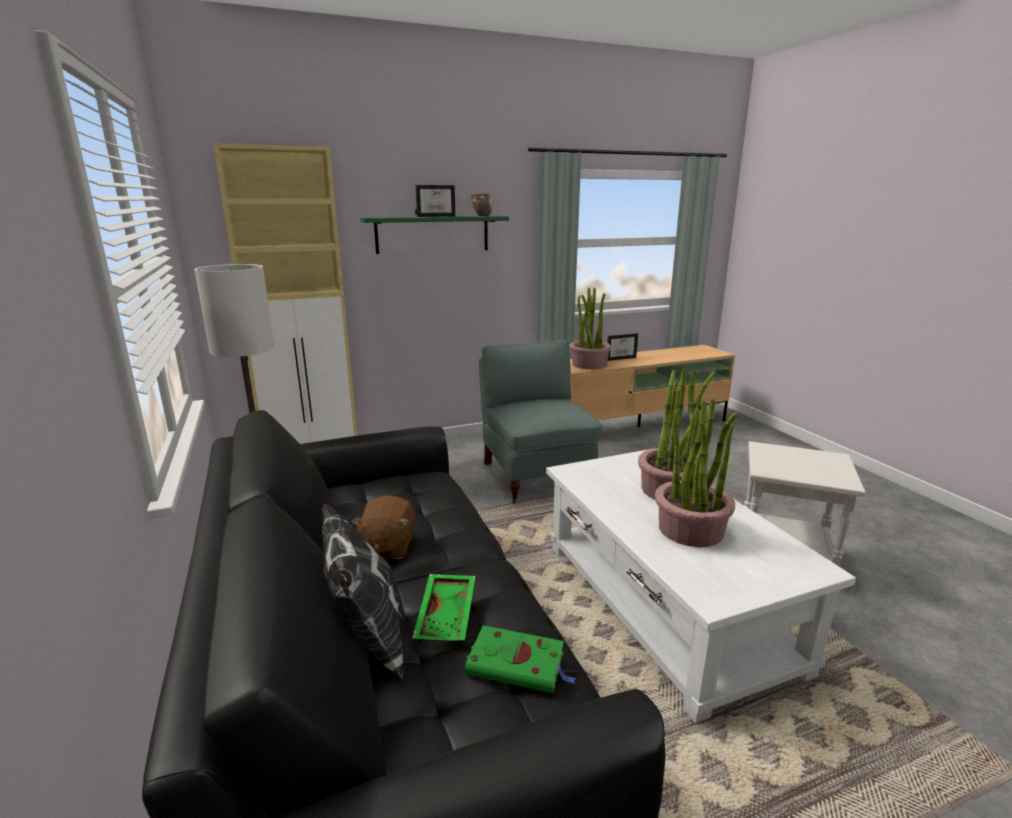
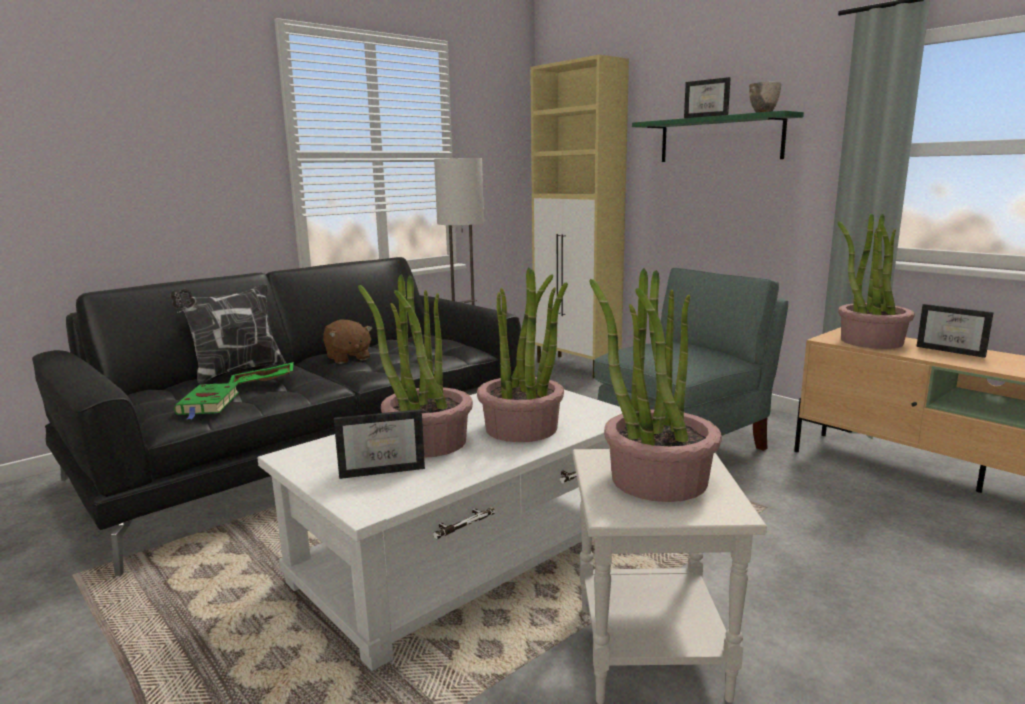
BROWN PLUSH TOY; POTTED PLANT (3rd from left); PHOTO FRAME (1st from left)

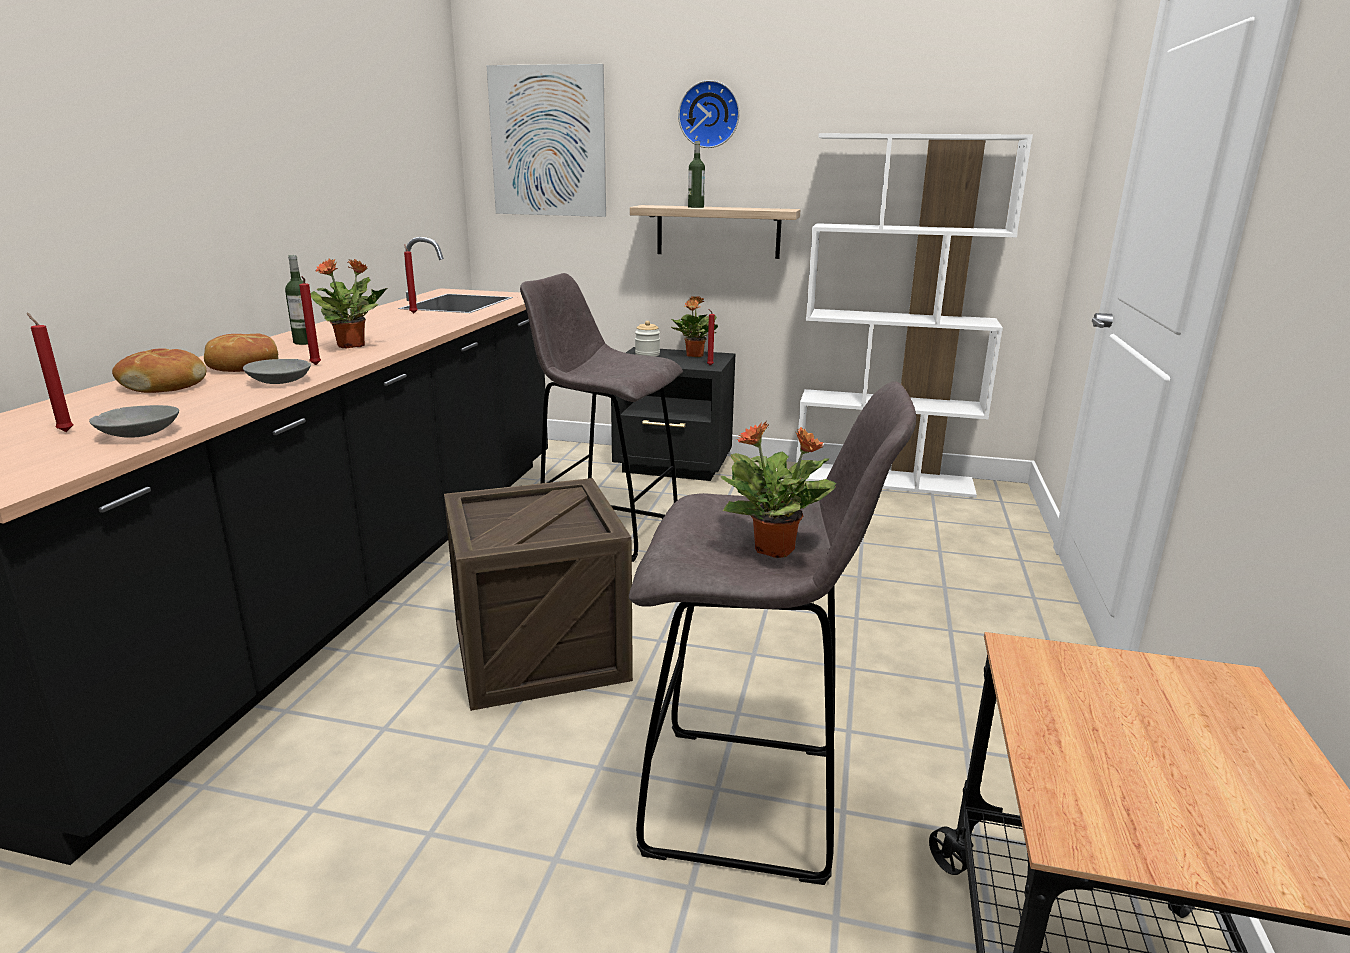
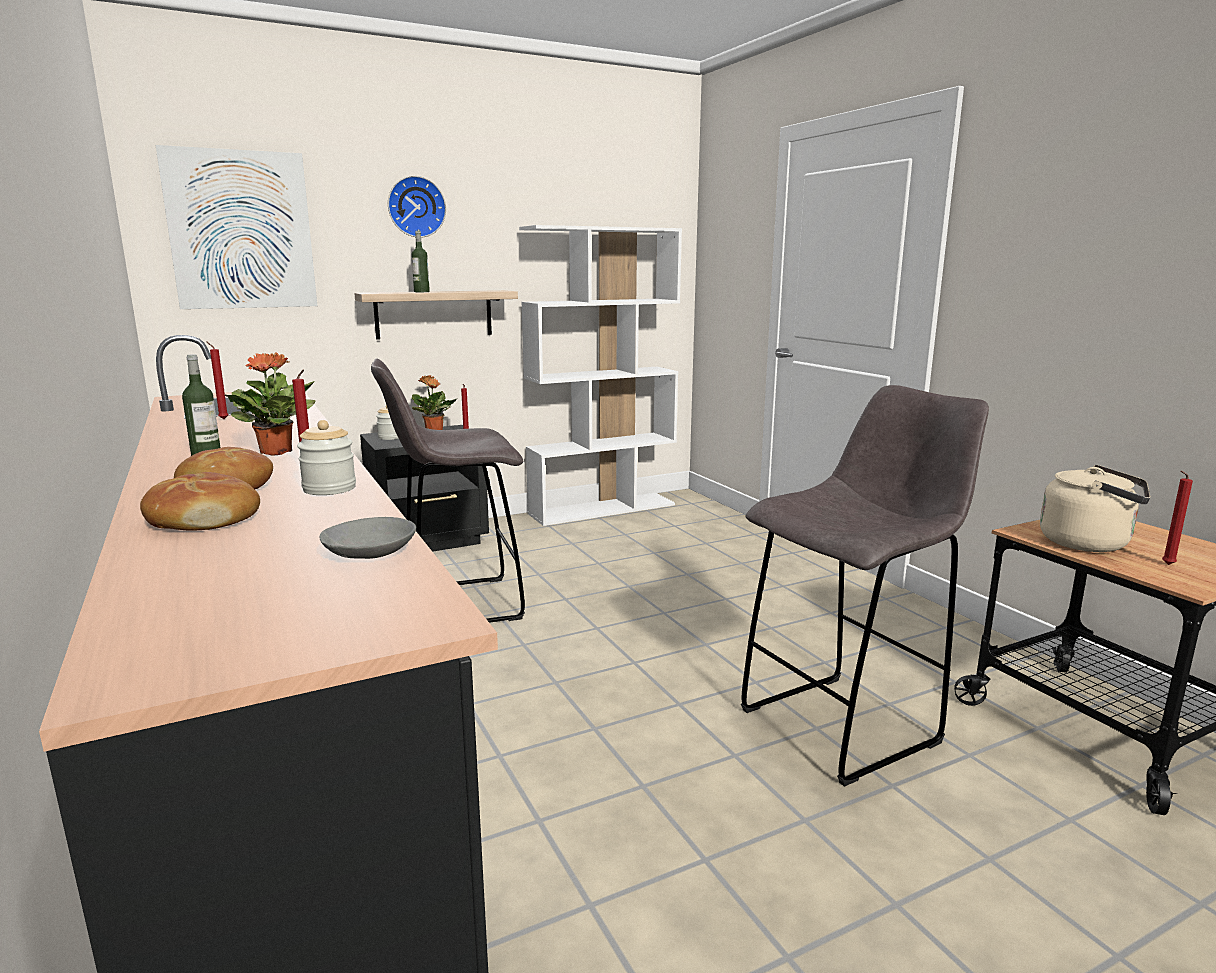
RED-COLOURED WAX CANDLE (4th from left); PRESERVE JAR (1st from left); POTTED PLANT (3rd from left in the first image); CRATE; BEIGE-COLOURED WATER KETTLE

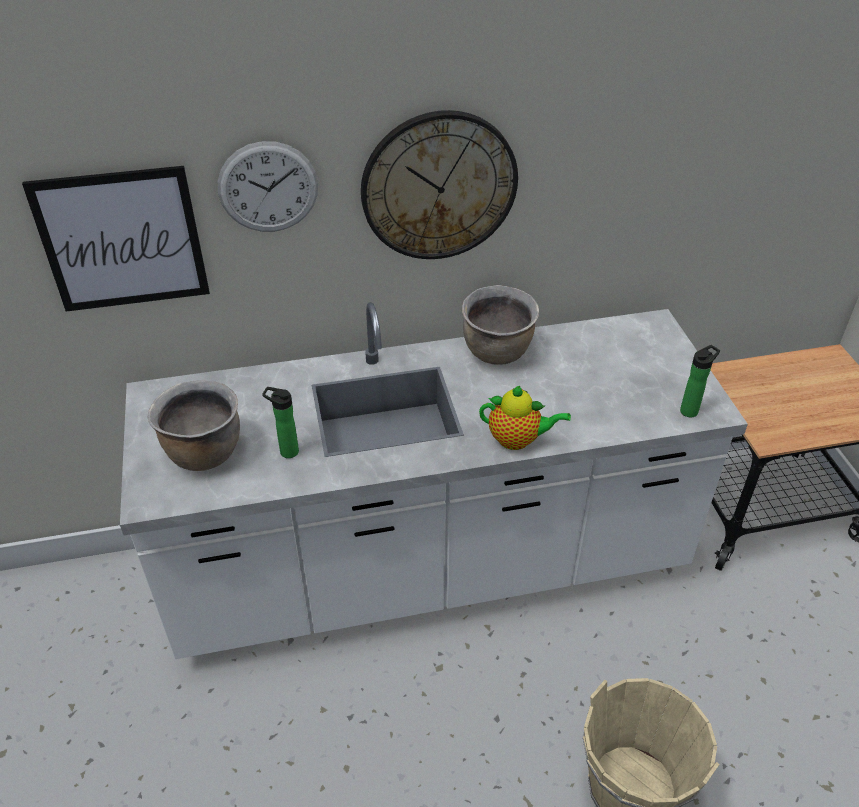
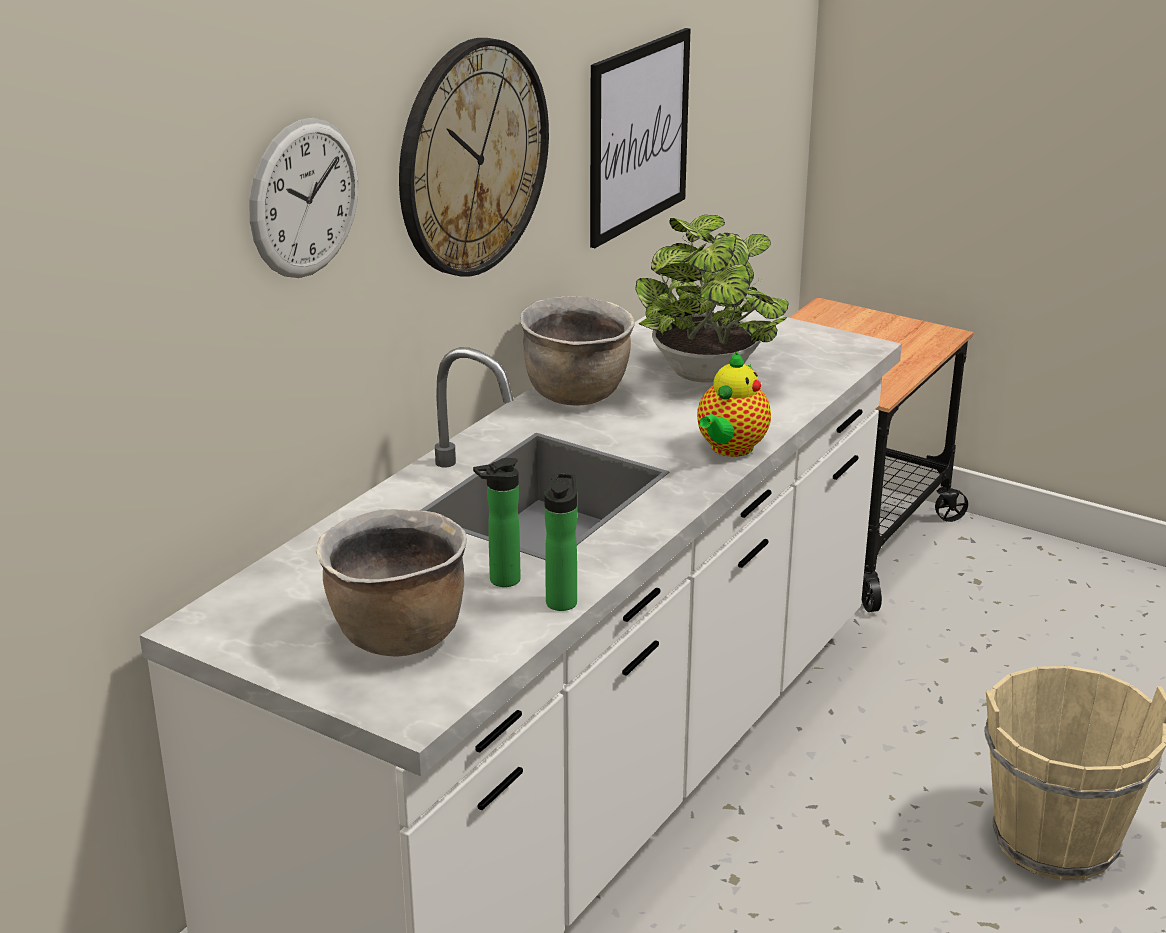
WALL ART; DRINK BOTTLE (2nd from left); TEA POT; POTTED PLANT

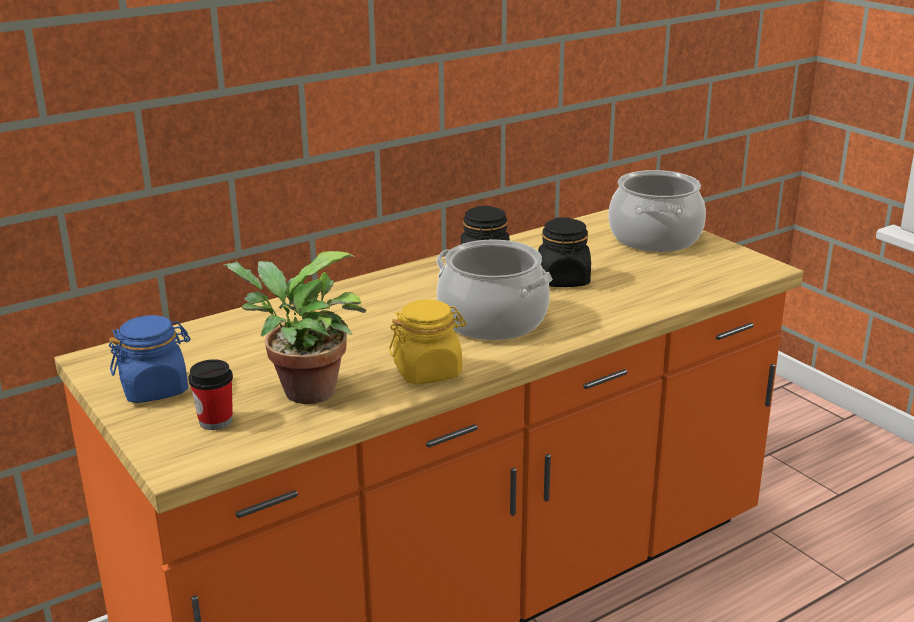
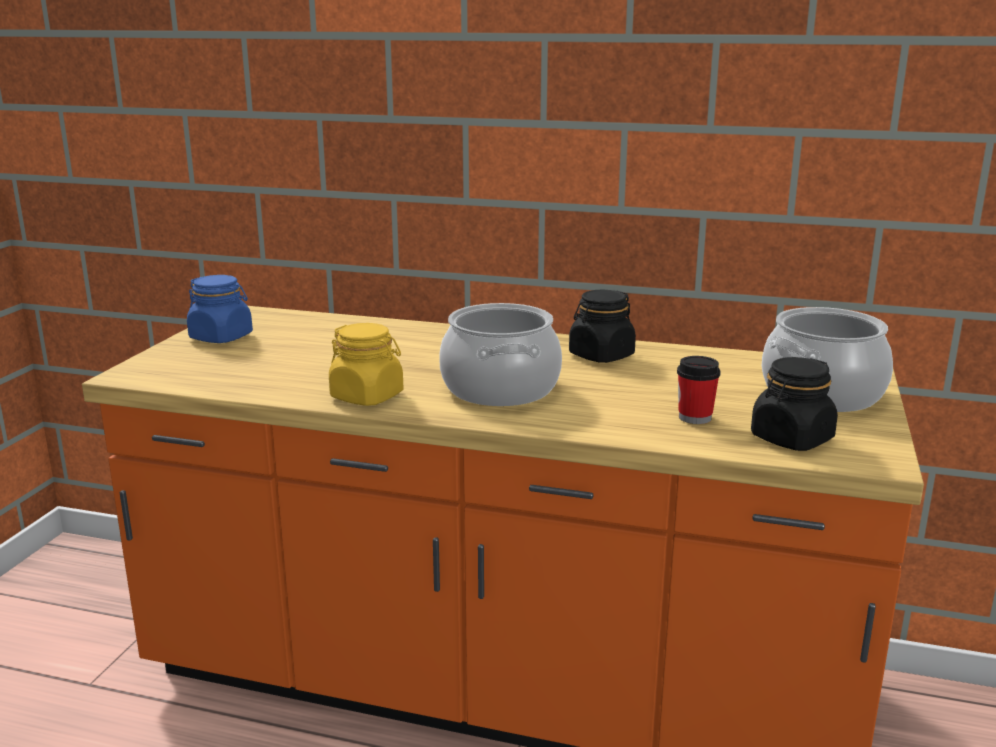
BLACK-COLOURED PRESERVE JAR (2nd from left); POTTED PLANT; SMALL CUP

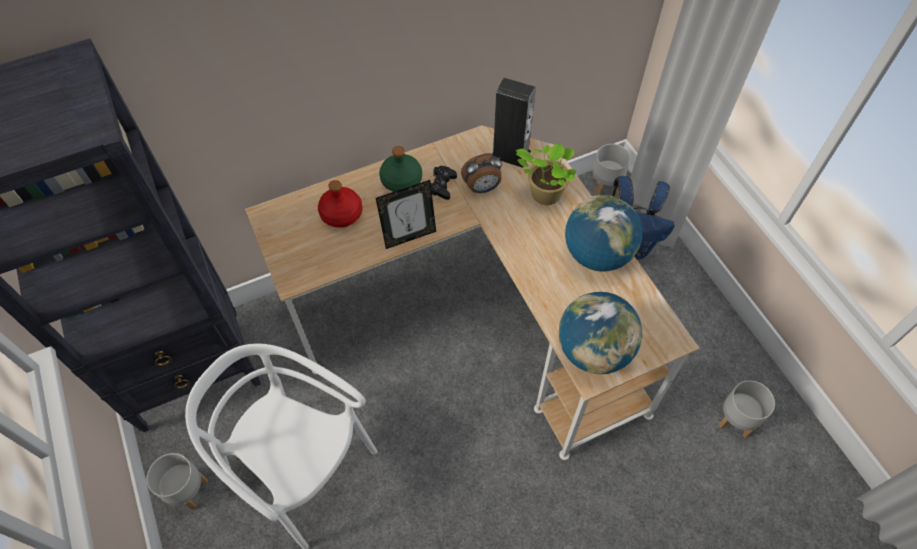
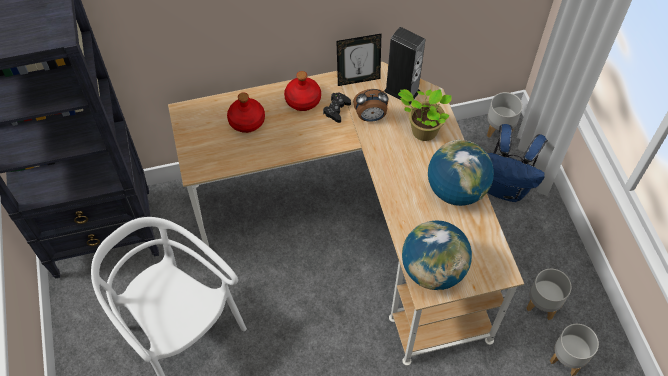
RED-COLOURED DRINK BOTTLE (2nd from left); PHOTO FRAME; GREY PLANTER (2nd from left)

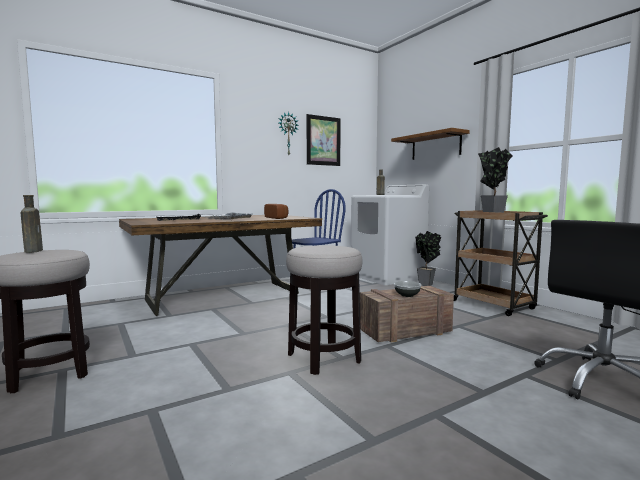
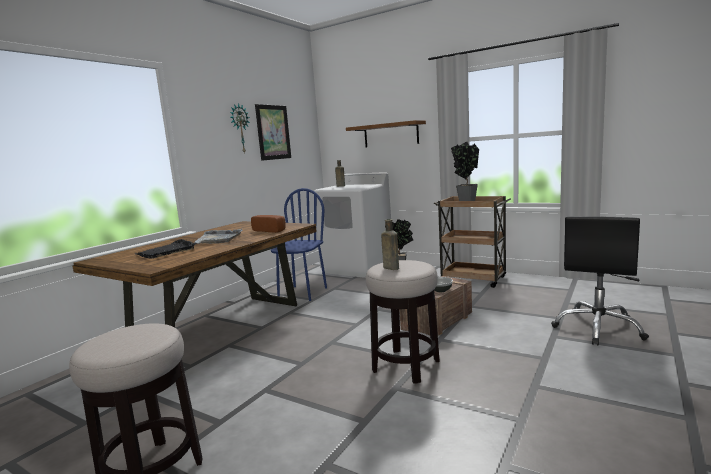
BROWN DRINK BOTTLE (2nd from left)

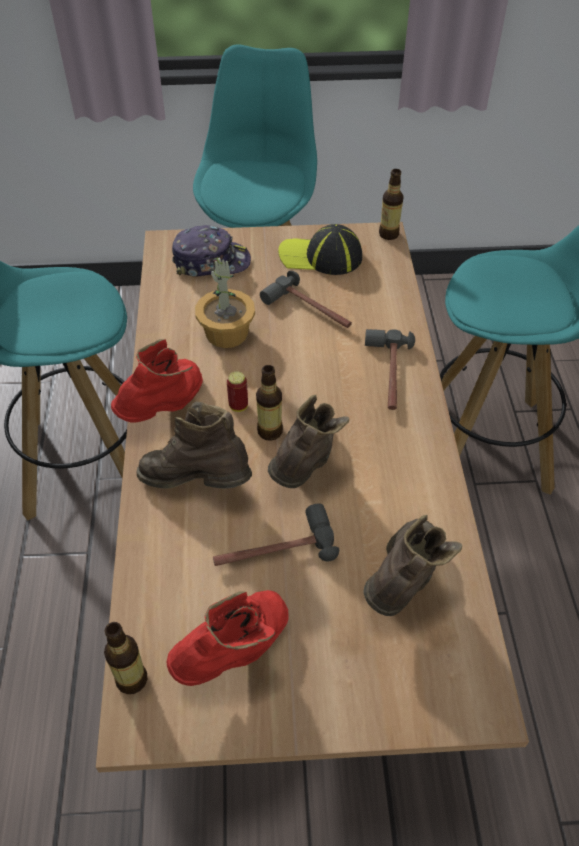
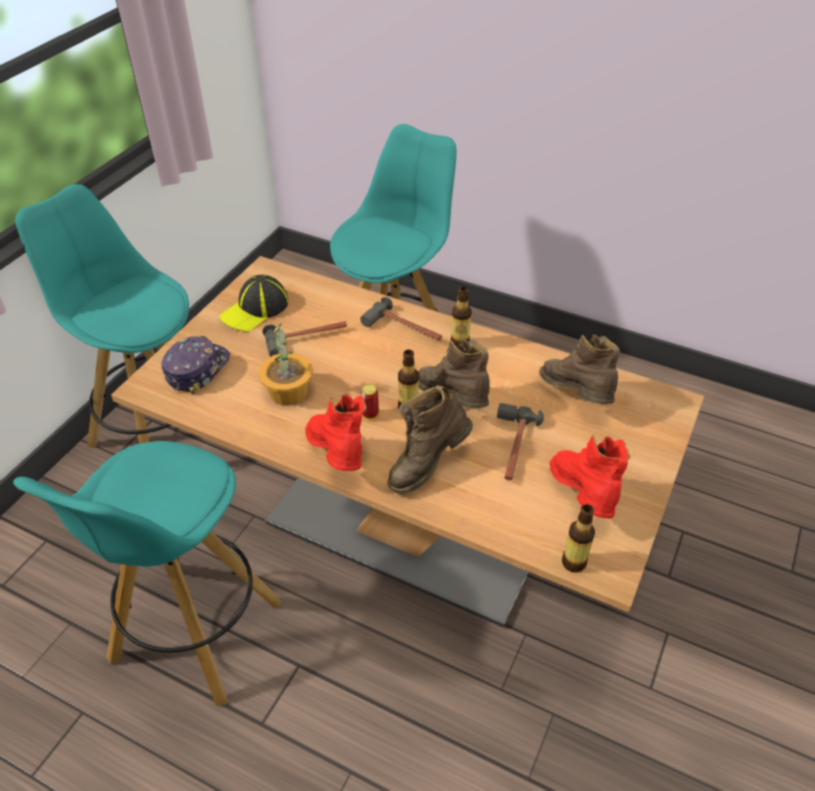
DRINK BOTTLE (2nd from left)

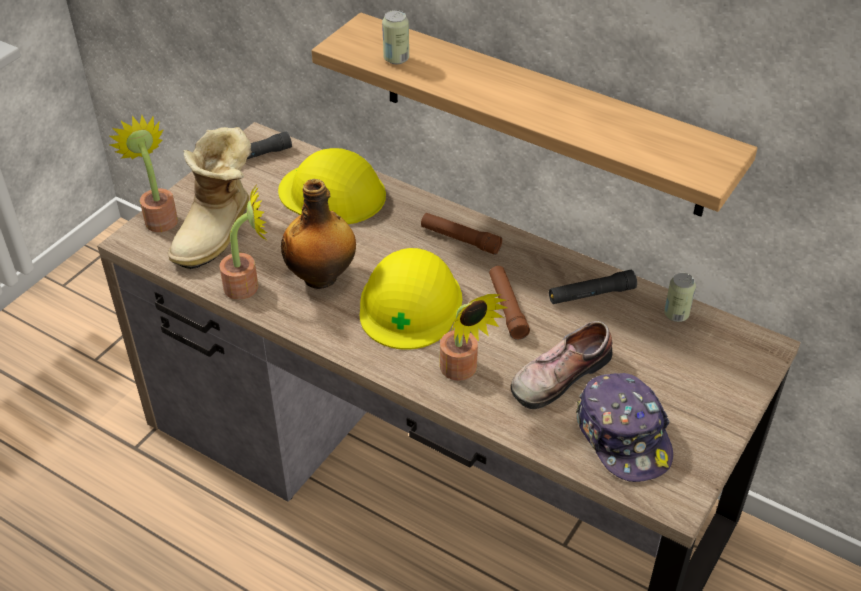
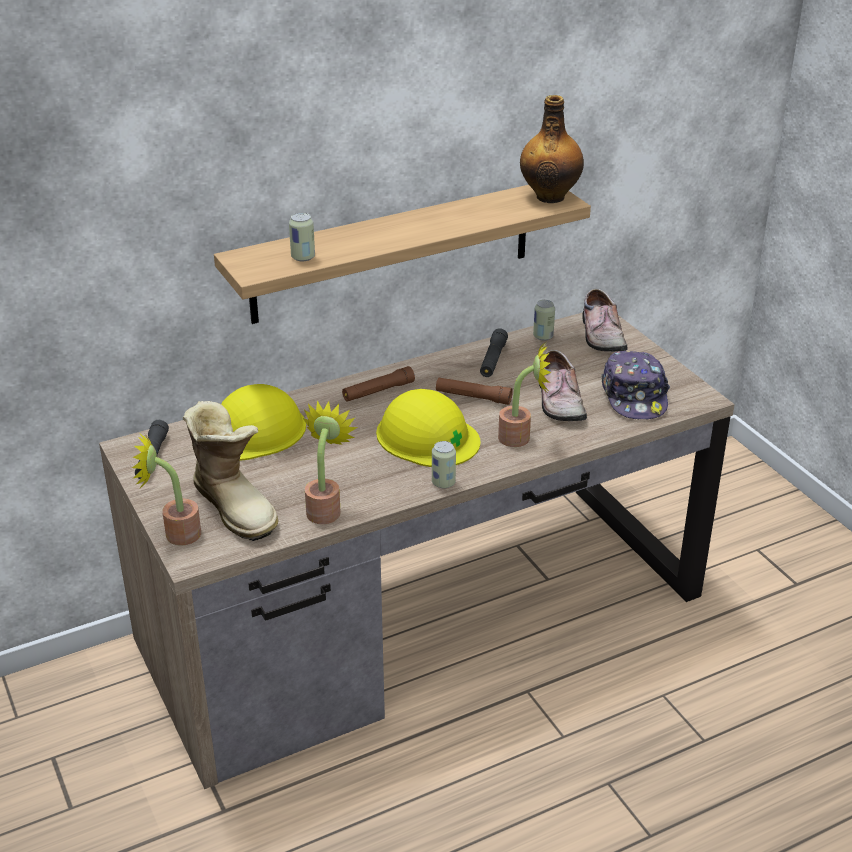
DRINK BOTTLE; BASEBALL CAP; LOW SHOE (2nd from left); CAN (2nd from left)

